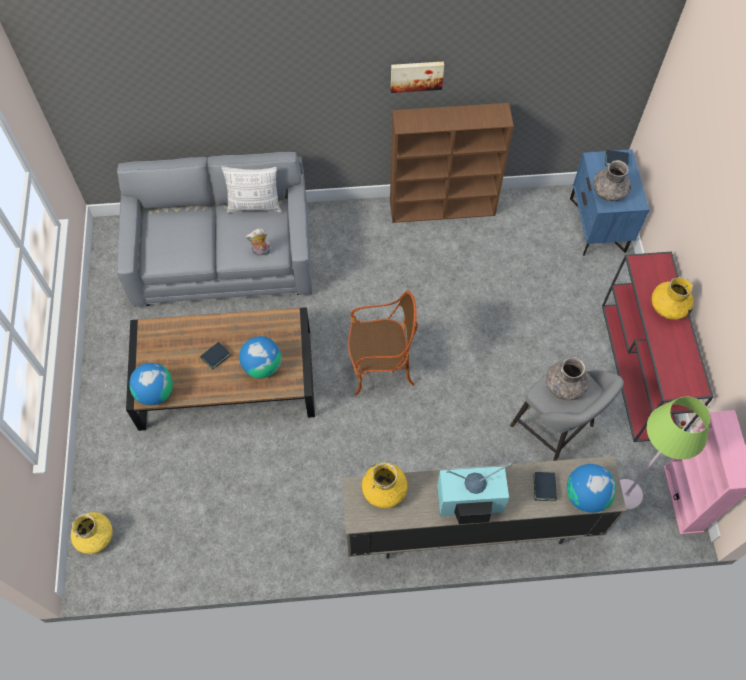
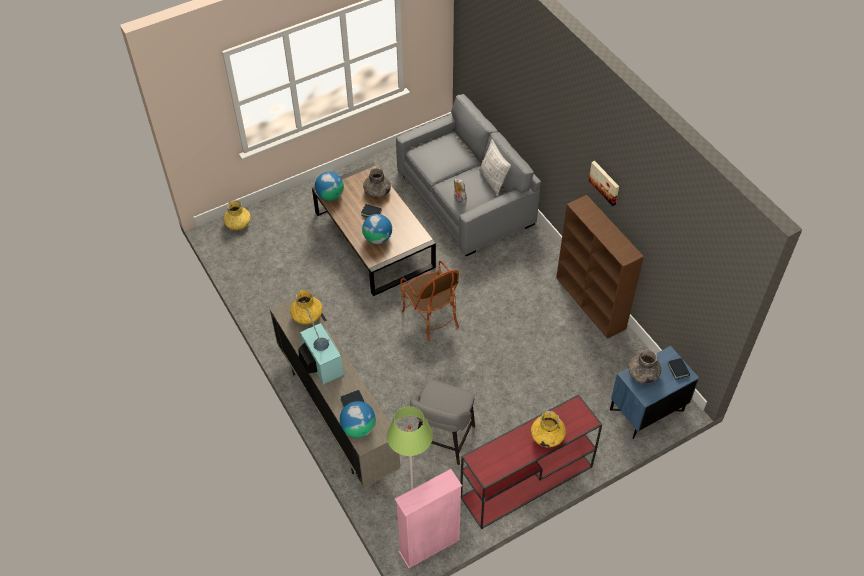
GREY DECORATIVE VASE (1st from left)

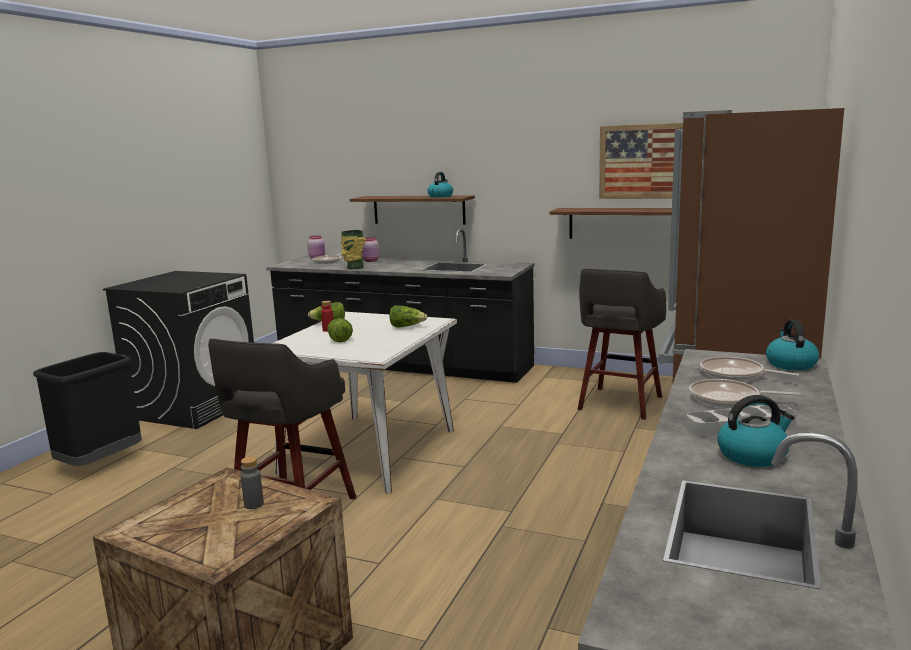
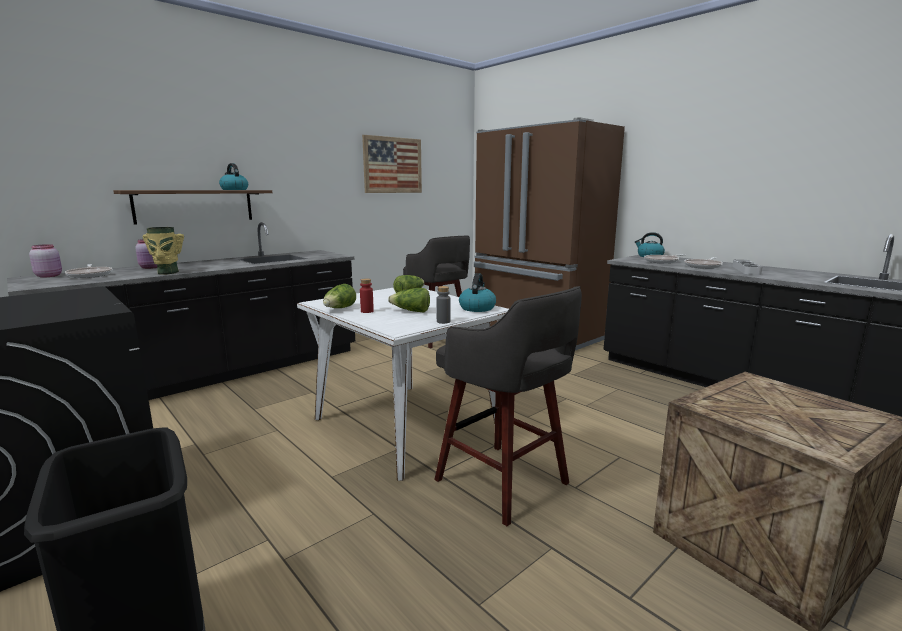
BRACKET SHELF (2nd from left in the first image); WATER KETTLE (2nd from left); GREY DRINK BOTTLE

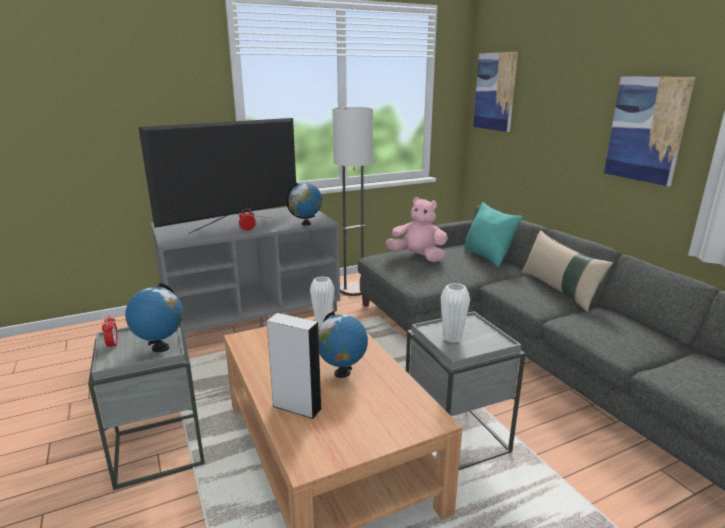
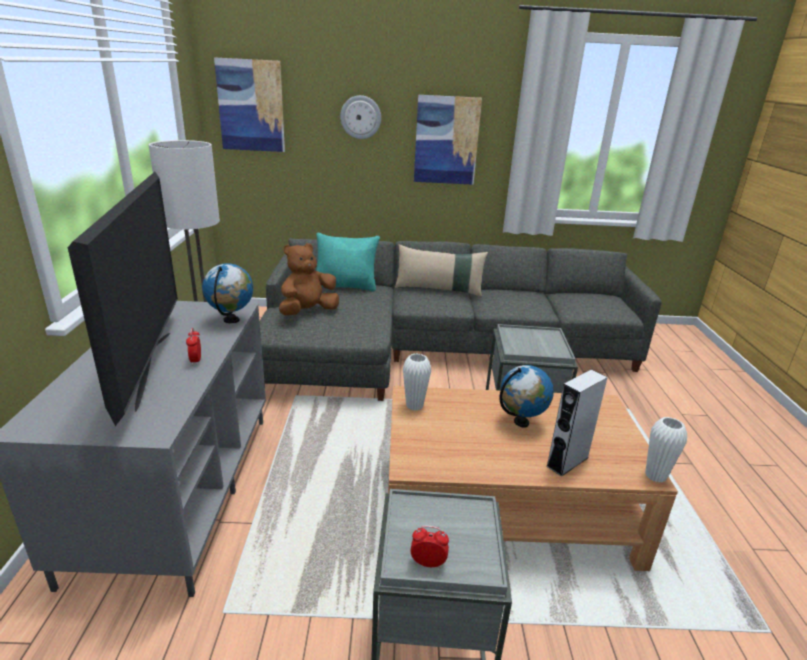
BROWN PLUSH TOY; GLOBE (1st from left in the first image); WHITE DECORATIVE VASE (2nd from left); HANGING CLOCK

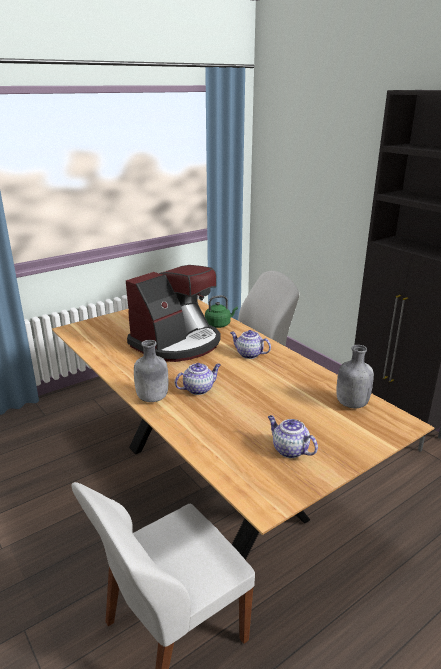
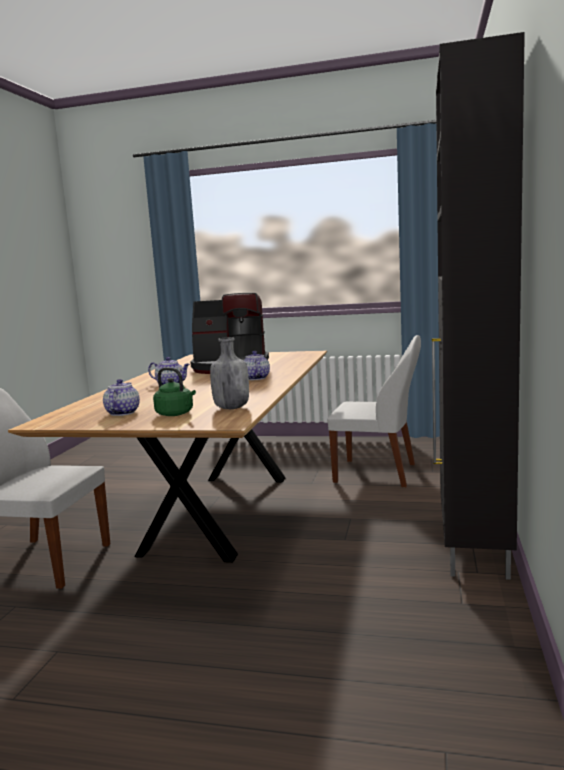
GREEN WATER KETTLE; GREY DRINK BOTTLE (1st from left in the first image)

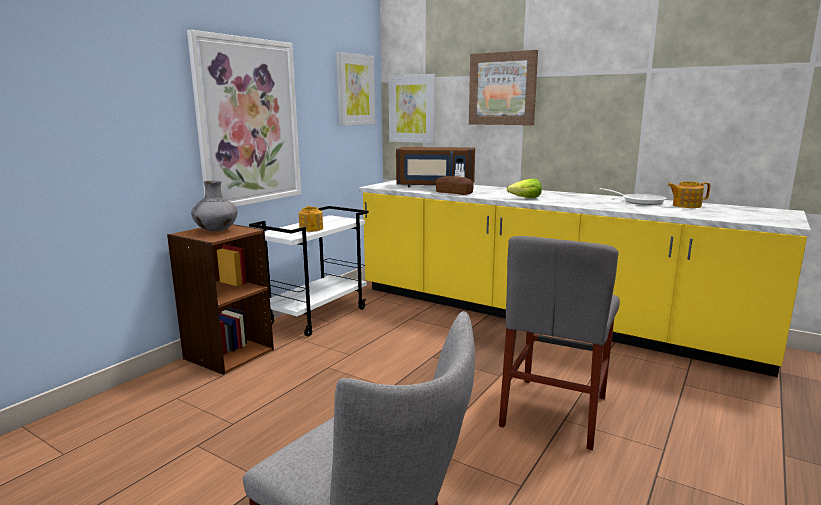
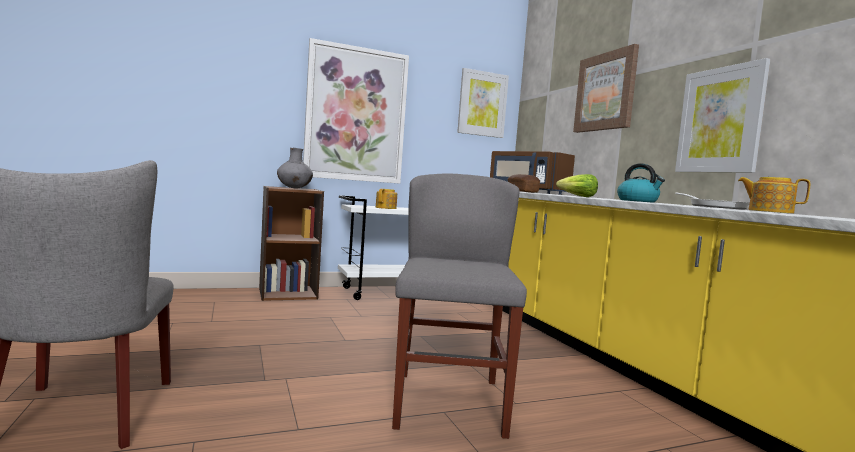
WALL ART (4th from left); GREY UPRIGHT CHAIR (2nd from left); WATER KETTLE

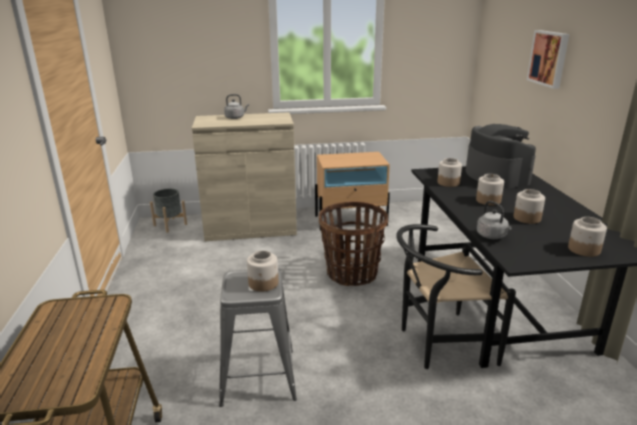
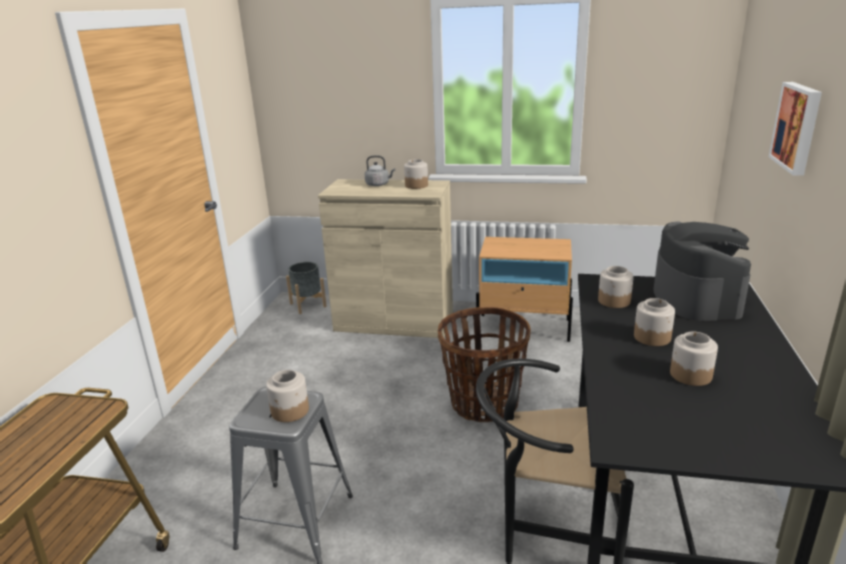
GREY WATER KETTLE (2nd from left in the first image); PRESERVE JAR (2nd from left)

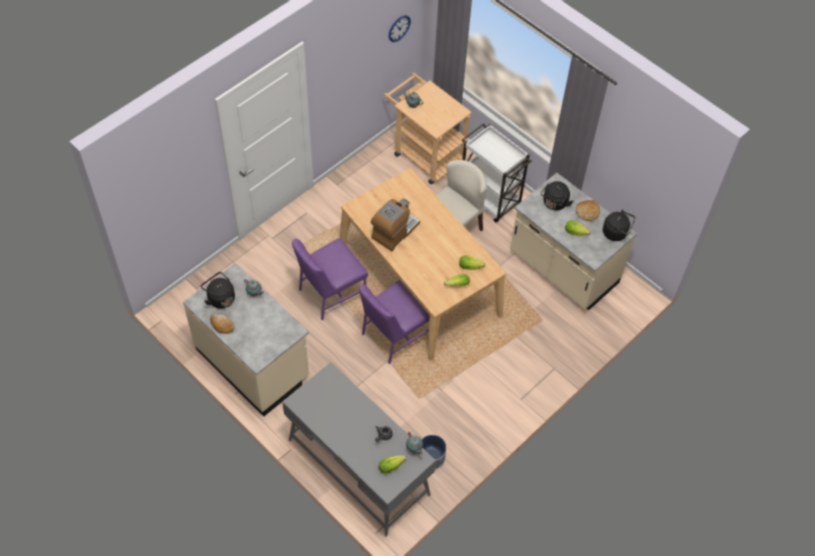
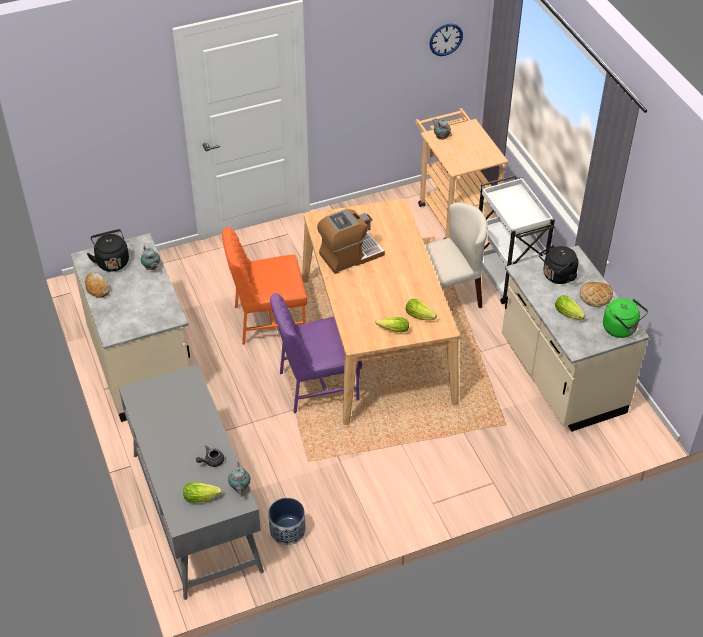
GREEN WATER KETTLE; ORANGE-COLOURED UPRIGHT CHAIR

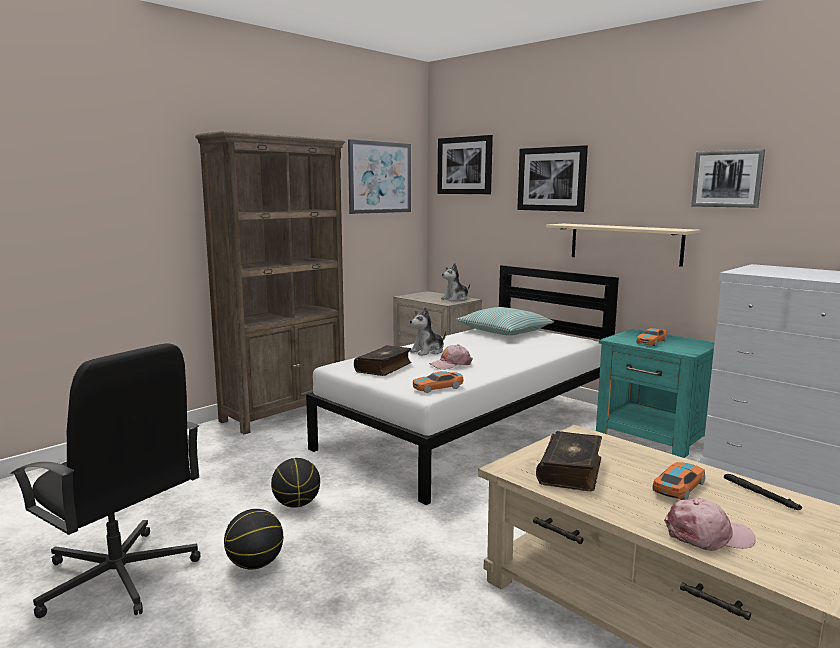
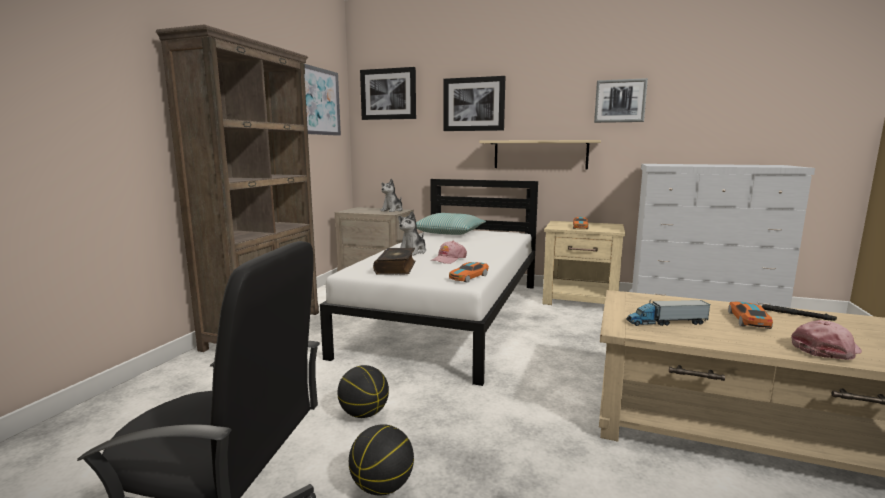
BEIGE-COLOURED BEDSIDE TABLE (2nd from left); MODEL TRUCK

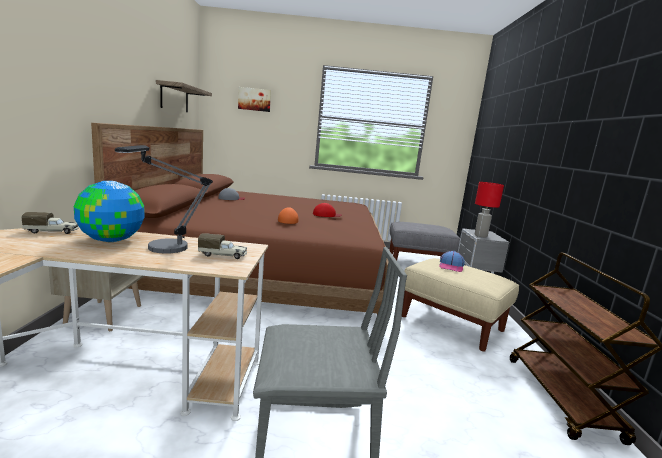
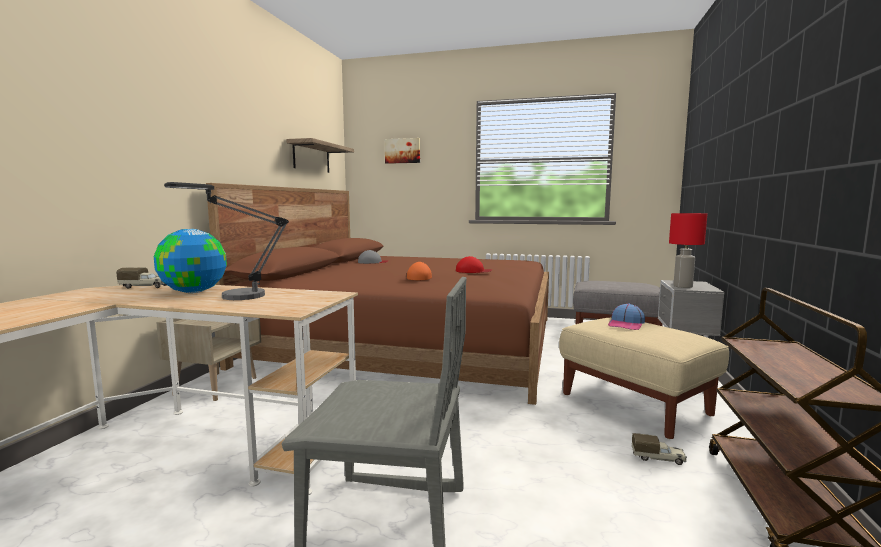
MODEL TRUCK (2nd from left)

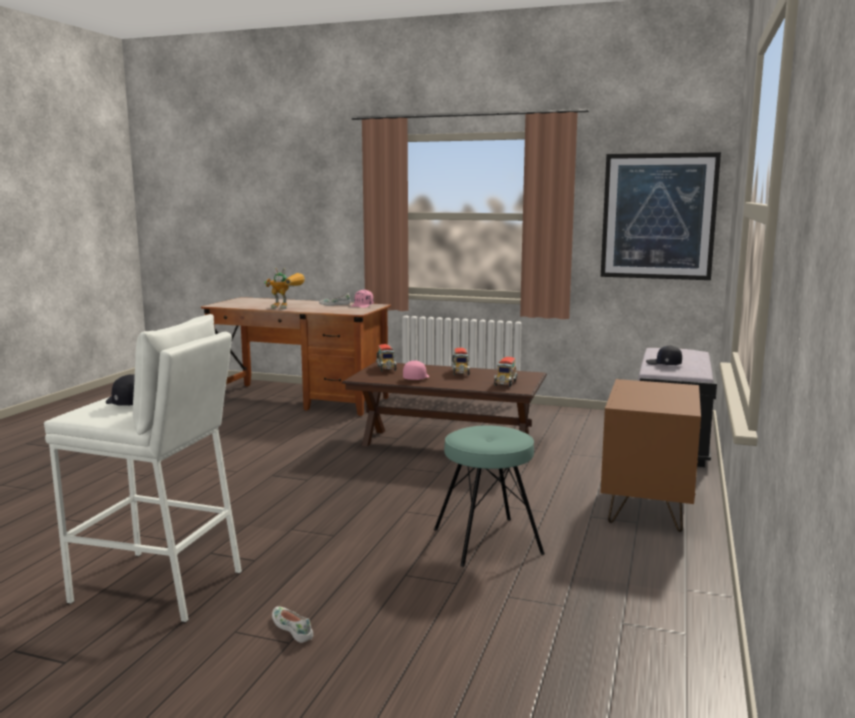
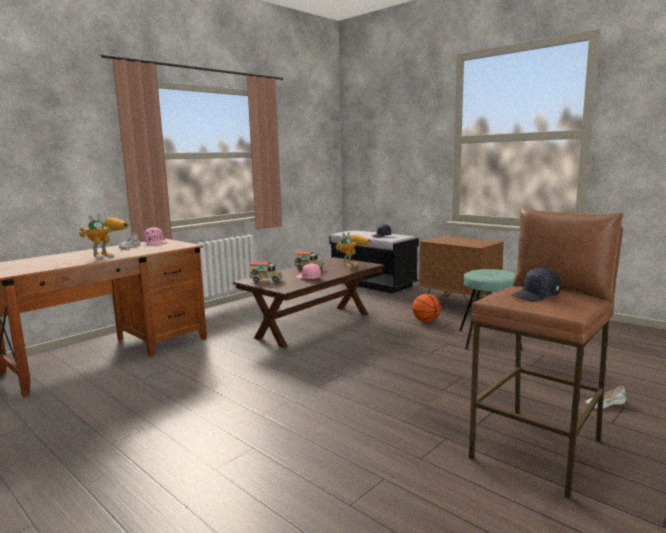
WALL ART; BROWN SITTING STOOL; ROBOT FIGURE (2nd from left); BASKETBALL

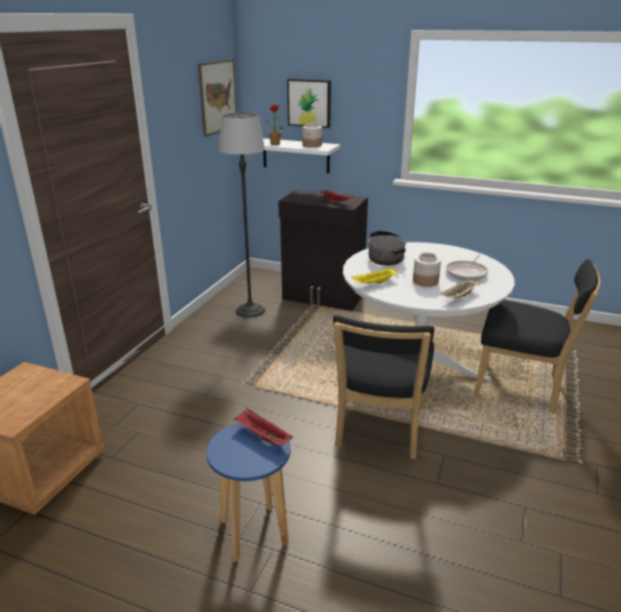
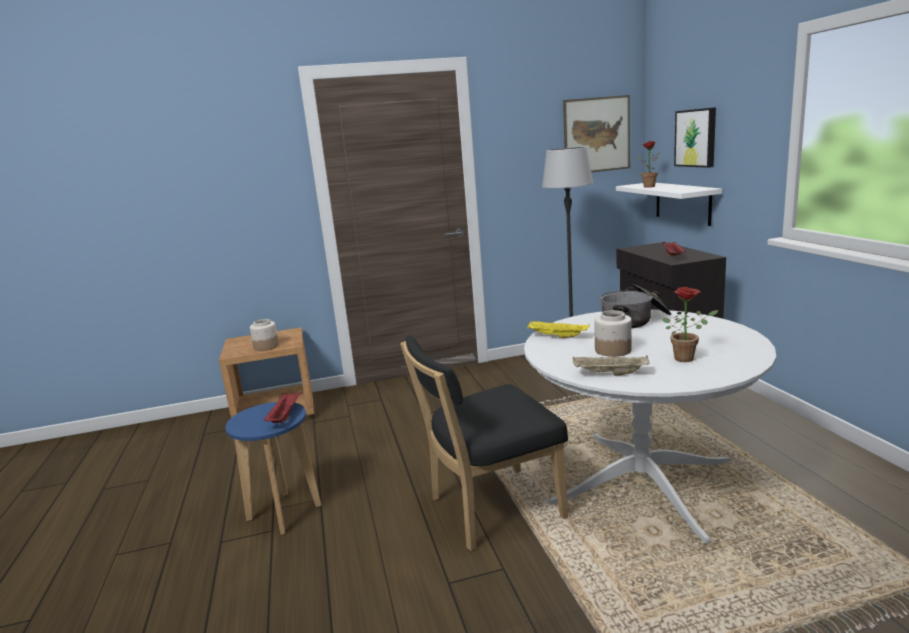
PRESERVE JAR (1st from left); POTTED PLANT (2nd from left); BLACK-COLOURED UPRIGHT CHAIR (2nd from left in the first image)

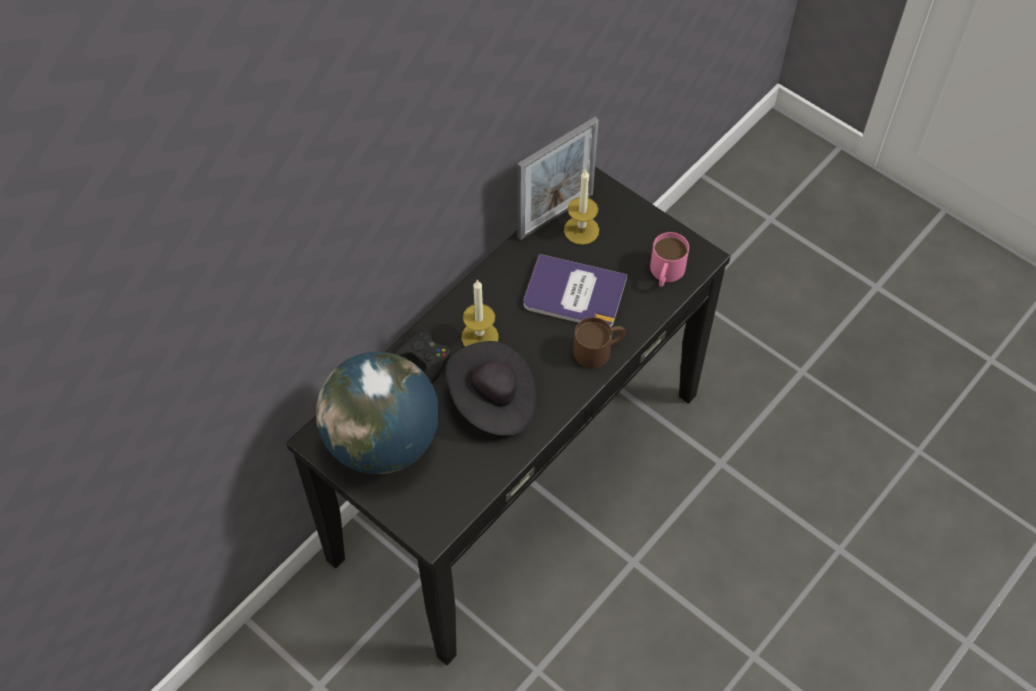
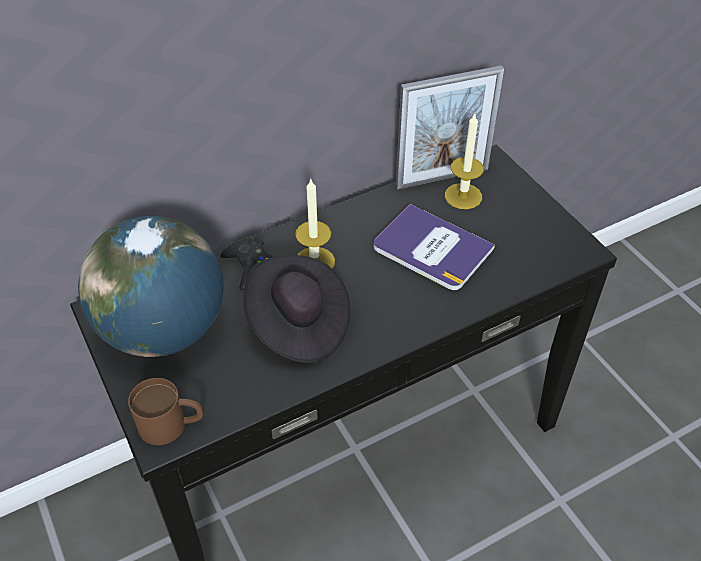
PINK-COLOURED COFFEE MUG; BROWN COFFEE MUG

